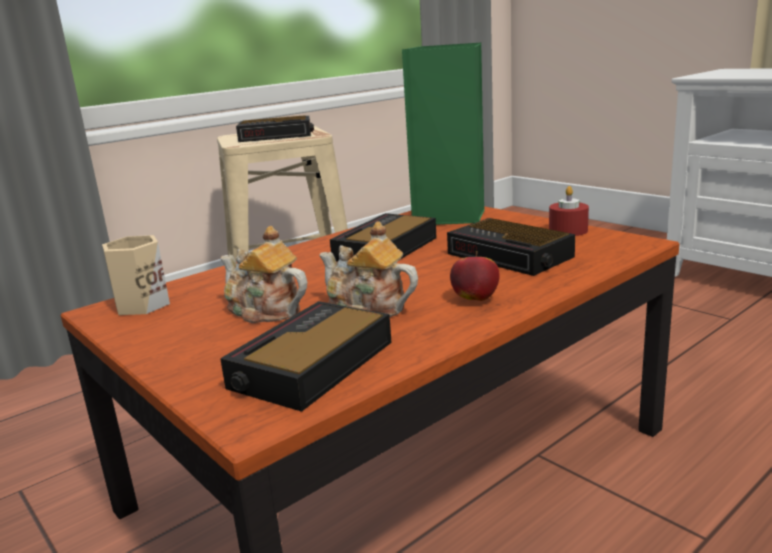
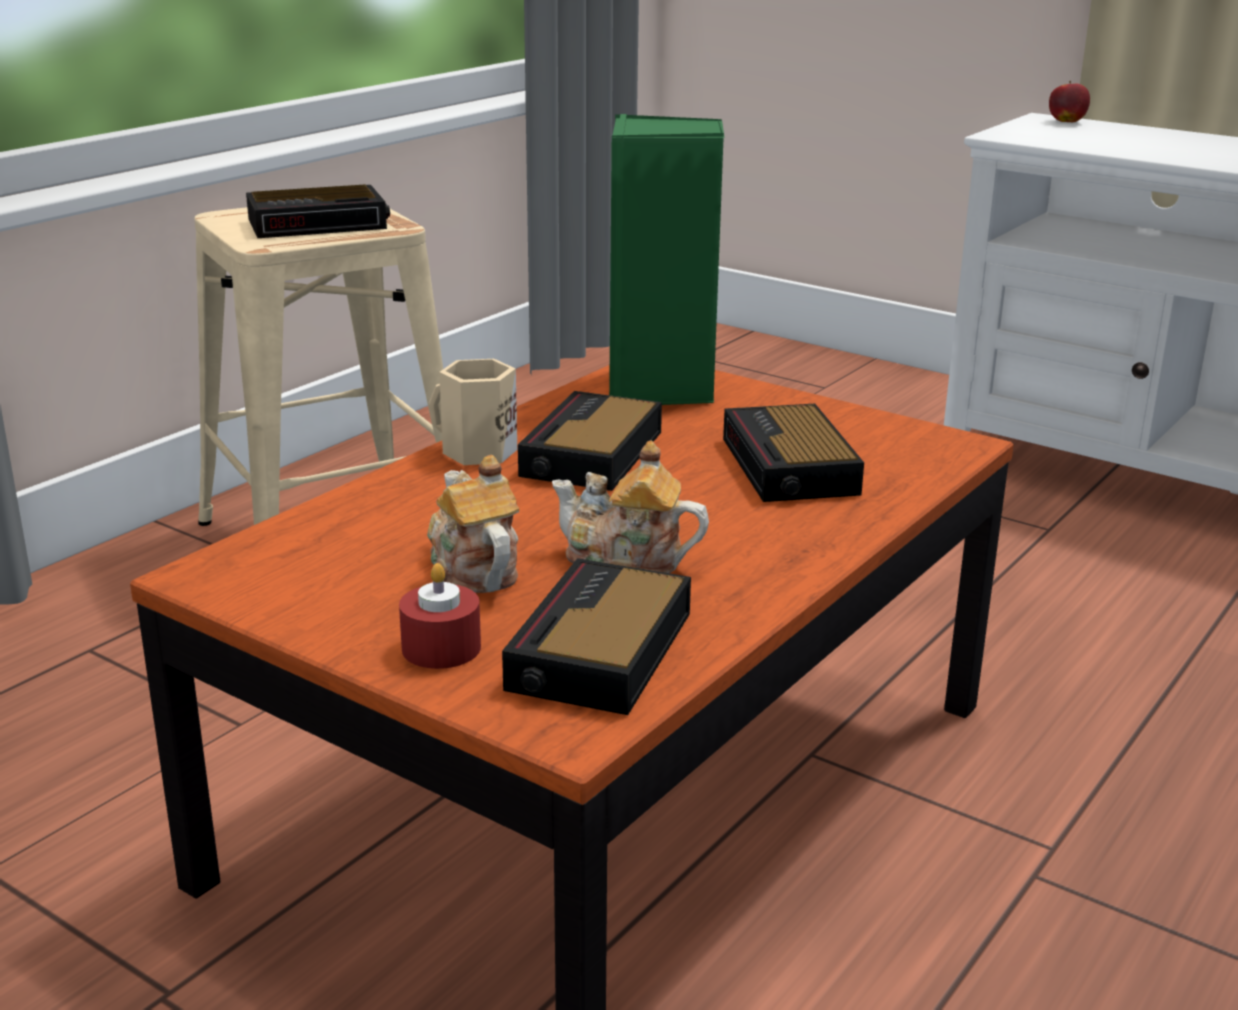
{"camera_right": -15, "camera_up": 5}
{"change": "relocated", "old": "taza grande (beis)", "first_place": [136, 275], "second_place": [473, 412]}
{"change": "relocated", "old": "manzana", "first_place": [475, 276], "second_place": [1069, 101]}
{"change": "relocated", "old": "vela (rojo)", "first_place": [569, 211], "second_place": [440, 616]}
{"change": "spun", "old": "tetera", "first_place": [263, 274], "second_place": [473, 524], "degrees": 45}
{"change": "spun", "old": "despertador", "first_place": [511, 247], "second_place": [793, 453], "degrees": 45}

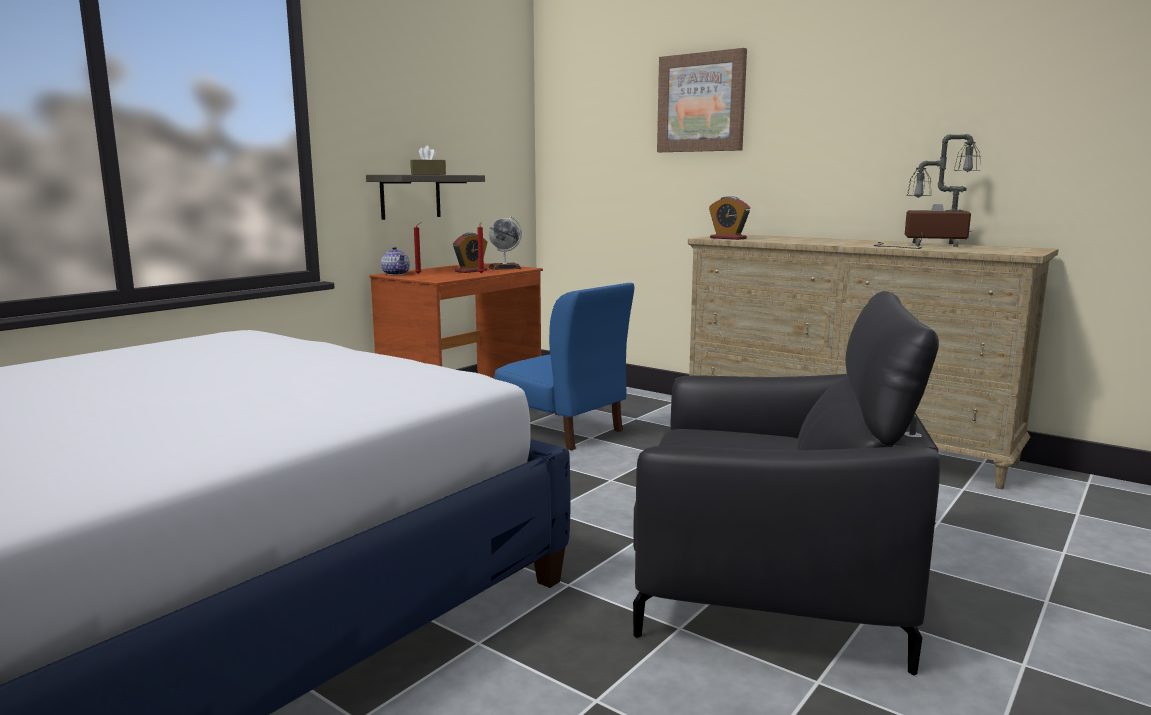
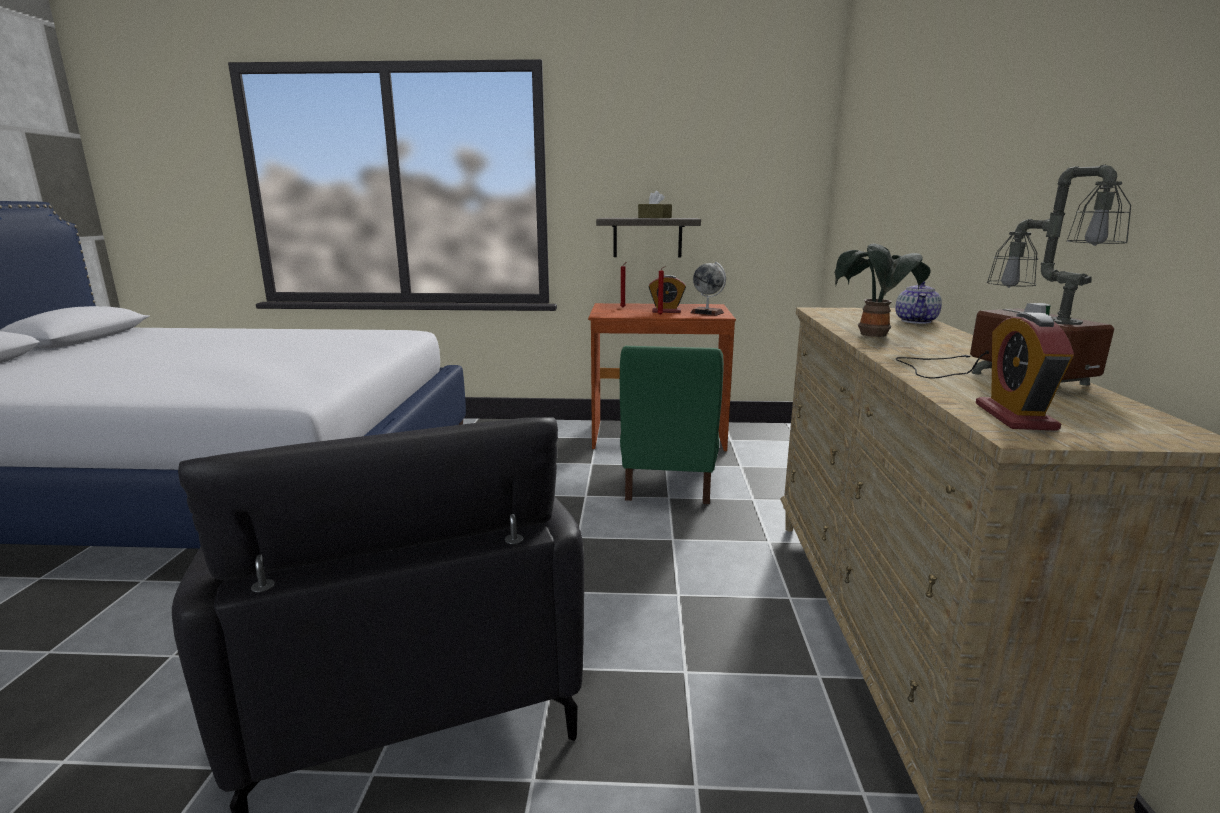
{"camera_right": 55, "camera_up": 5}
{"change": "missing", "old": "cuadro", "first_place": [702, 100]}
{"change": "appeared", "new": "planta en maceta", "second_place": [883, 290]}
{"change": "relocated", "old": "tetera", "first_place": [395, 261], "second_place": [918, 302]}
{"change": "relocated", "old": "despertador", "first_place": [729, 218], "second_place": [1025, 371]}
{"change": "colour", "old": "silla (azul)", "new": "silla (verde)", "first_place": [564, 367], "second_place": [672, 425]}

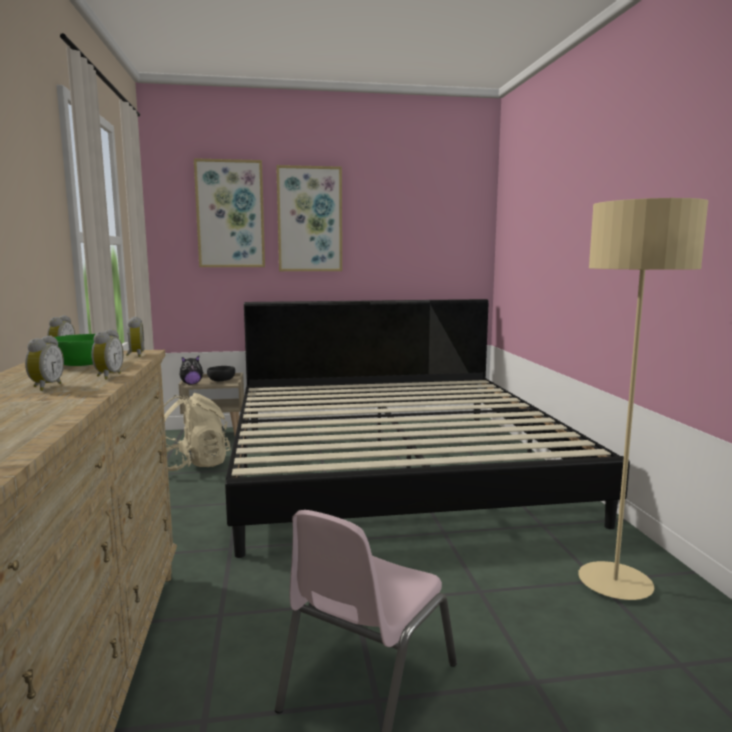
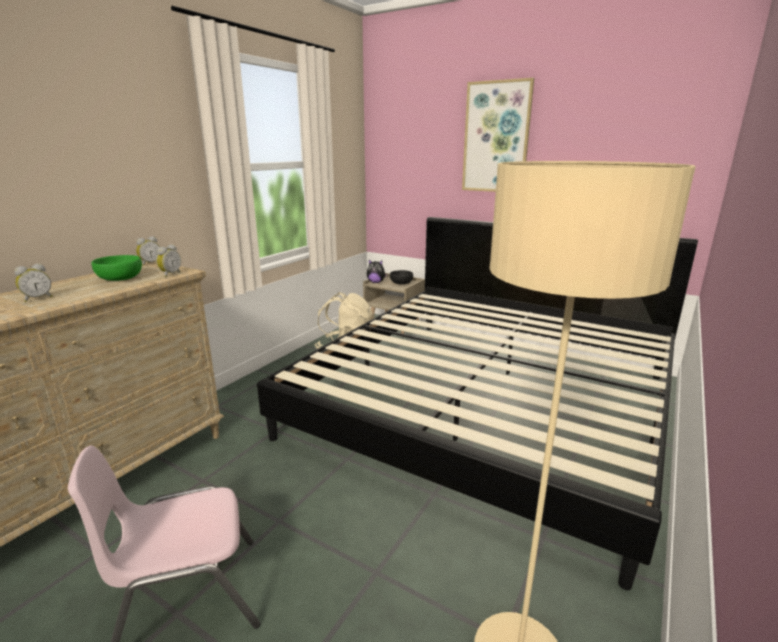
{"camera_right": 40, "camera_up": 10}
{"change": "missing", "old": "despertador", "first_place": [107, 354]}
{"change": "missing", "old": "cuadro", "first_place": [229, 212]}

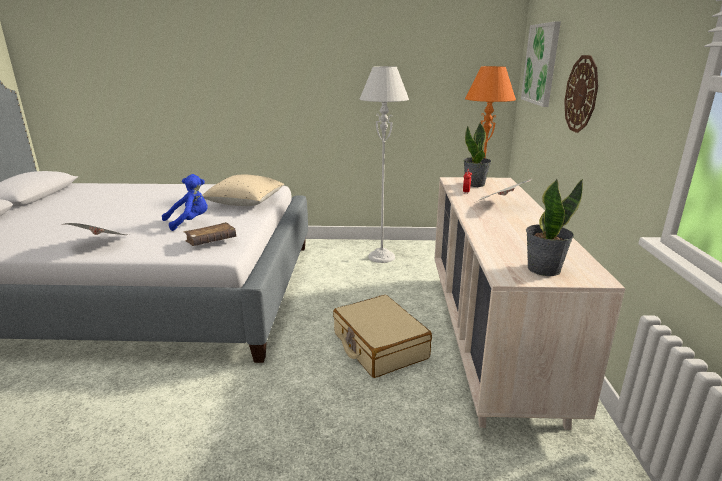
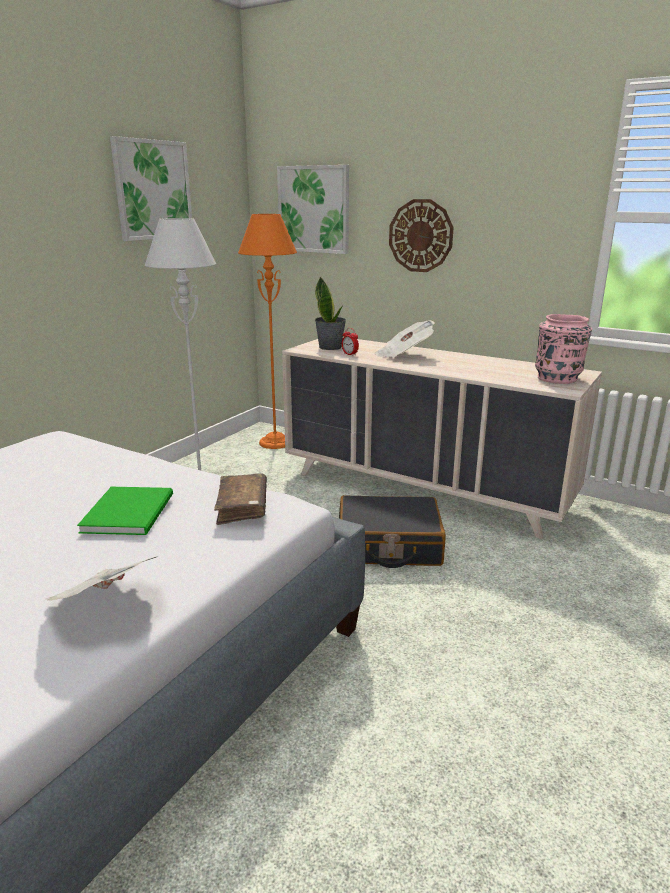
{"camera_right": -60, "camera_up": 0}
{"change": "missing", "old": "cojín (beis)", "first_place": [243, 190]}
{"change": "appeared", "new": "cuadro", "second_place": [151, 188]}
{"change": "exchanged", "old": "peluche (azul)", "new": "libro (verde)", "first_place": [185, 202], "second_place": [125, 511]}
{"change": "exchanged", "old": "planta en maceta", "new": "florero (rosa)", "first_place": [554, 227], "second_place": [563, 349]}
{"change": "colour", "old": "maleta (beis)", "new": "maleta (negro)", "first_place": [382, 336], "second_place": [392, 531]}

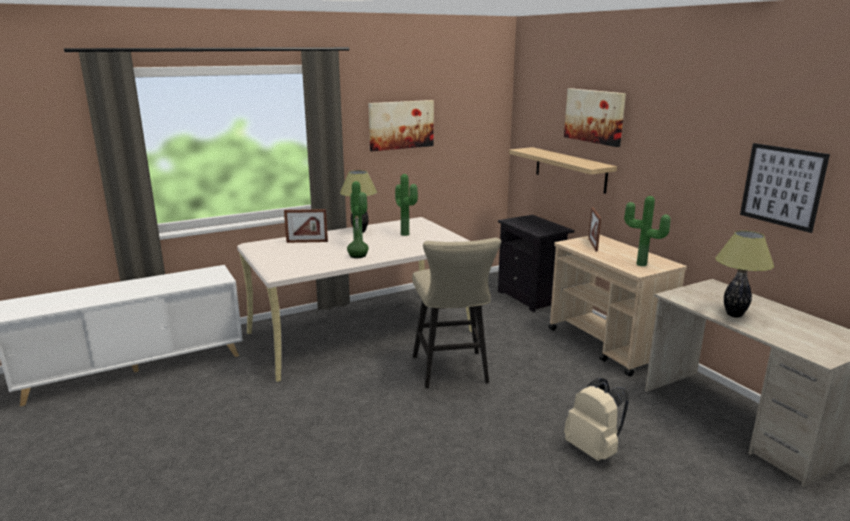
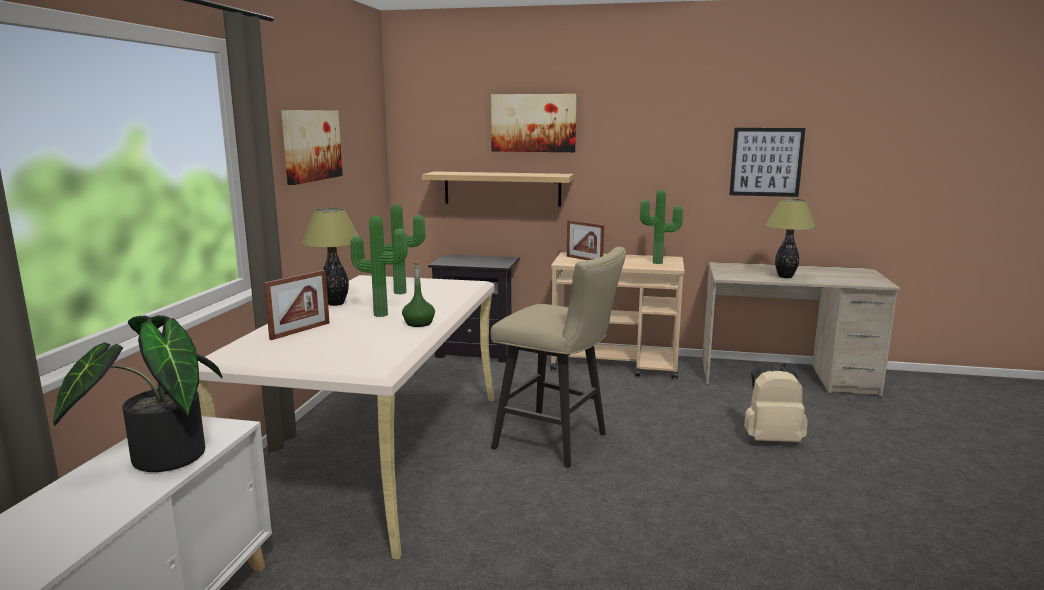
{"camera_right": -50, "camera_up": -5}
{"change": "appeared", "new": "planta en maceta", "second_place": [138, 393]}

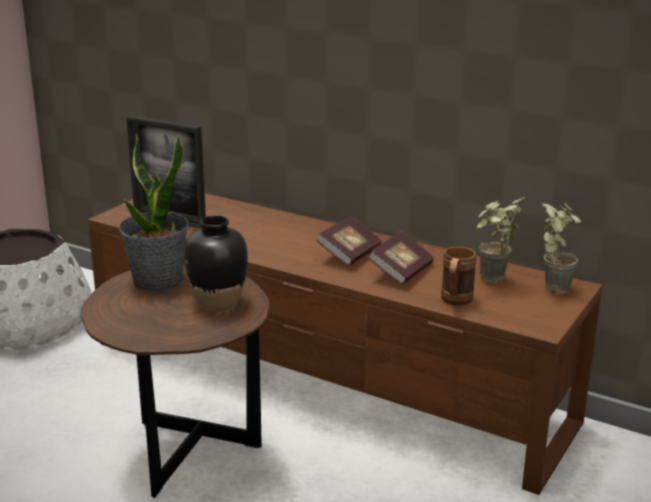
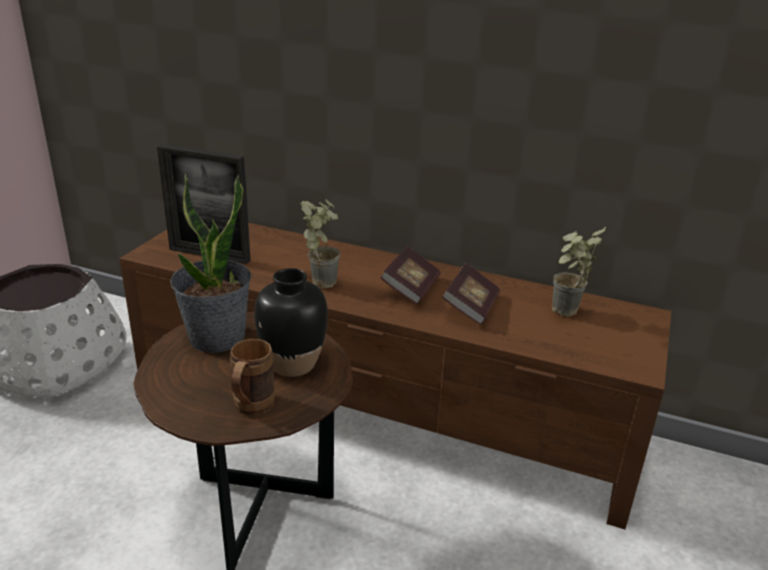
{"camera_right": -10, "camera_up": 5}
{"change": "relocated", "old": "taza grande (marrón)", "first_place": [458, 276], "second_place": [252, 377]}
{"change": "relocated", "old": "planta en maceta", "first_place": [561, 249], "second_place": [320, 243]}

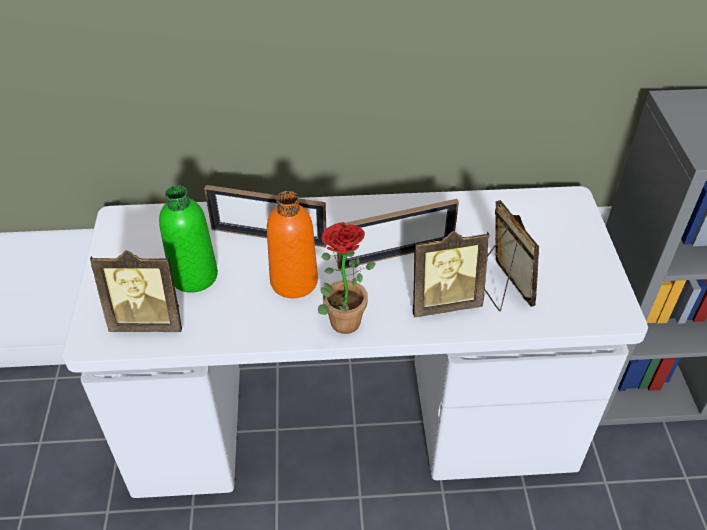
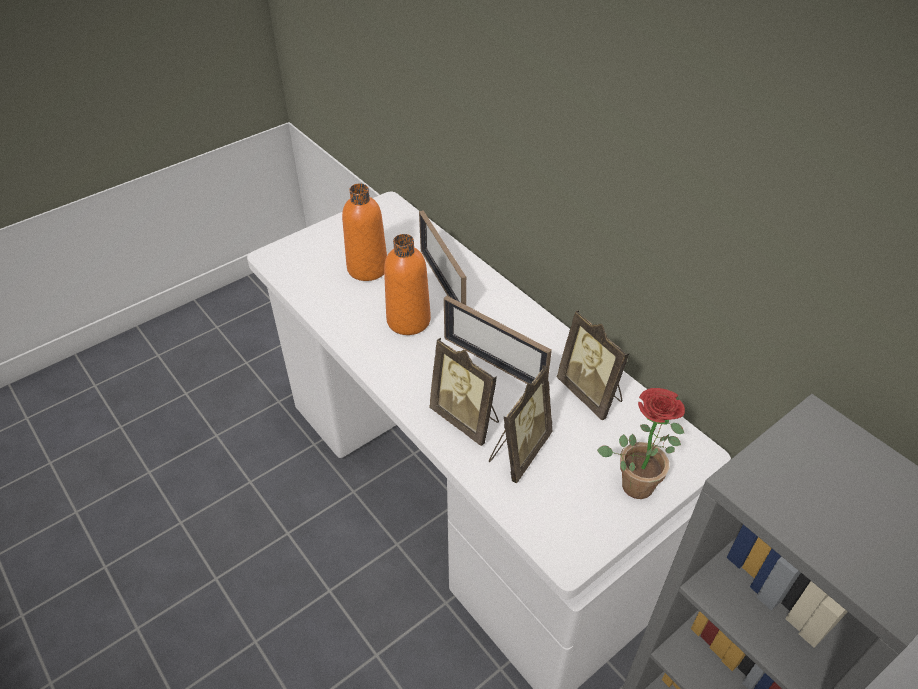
{"camera_right": 55, "camera_up": 0}
{"change": "relocated", "old": "portarretratos", "first_place": [136, 291], "second_place": [593, 365]}
{"change": "relocated", "old": "planta en maceta", "first_place": [347, 278], "second_place": [641, 443]}
{"change": "colour", "old": "botella (verde)", "new": "botella (naranja)", "first_place": [188, 239], "second_place": [364, 232]}

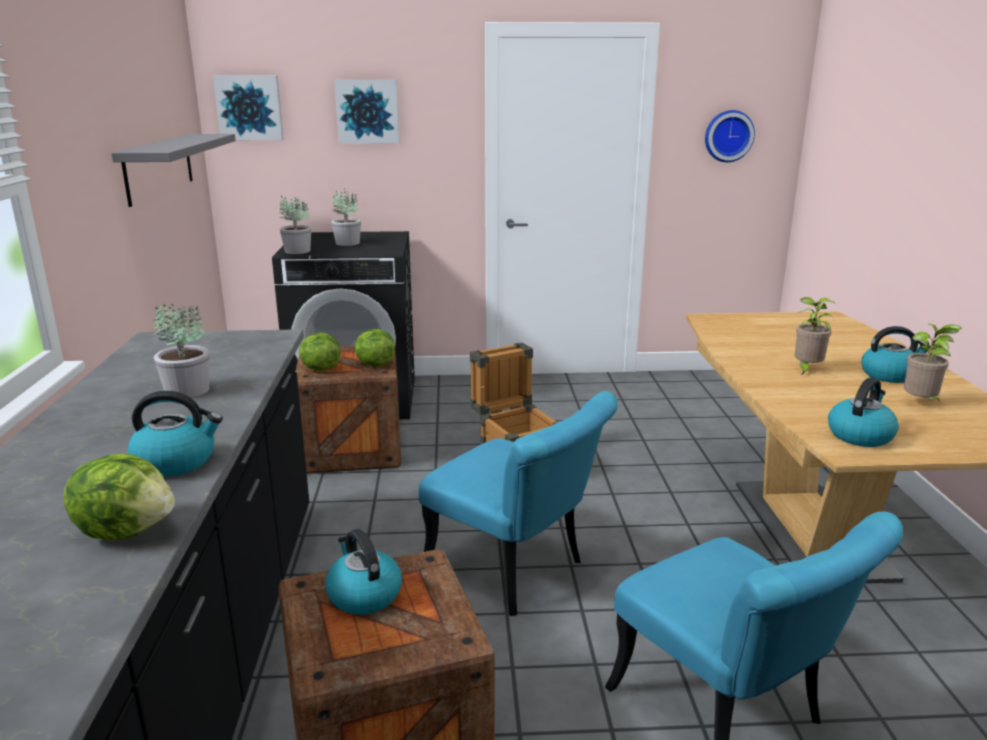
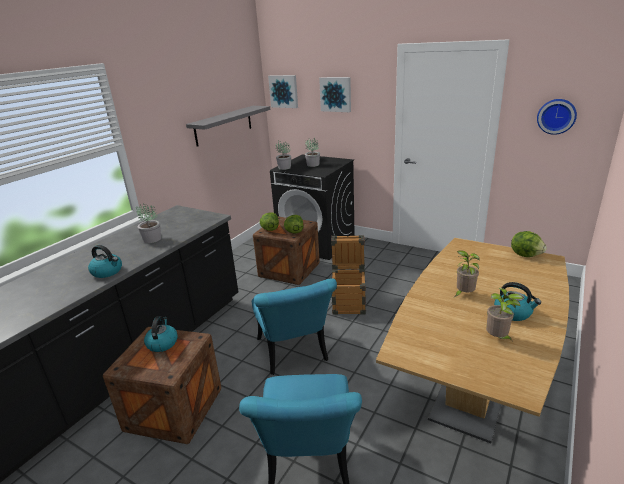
{"camera_right": 35, "camera_up": 5}
{"change": "missing", "old": "hervidor", "first_place": [863, 412]}
{"change": "relocated", "old": "lechuga", "first_place": [119, 497], "second_place": [529, 244]}

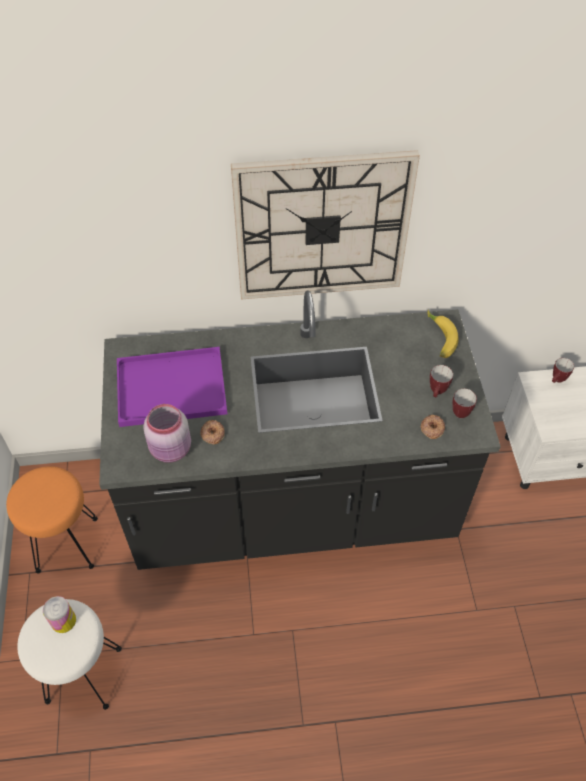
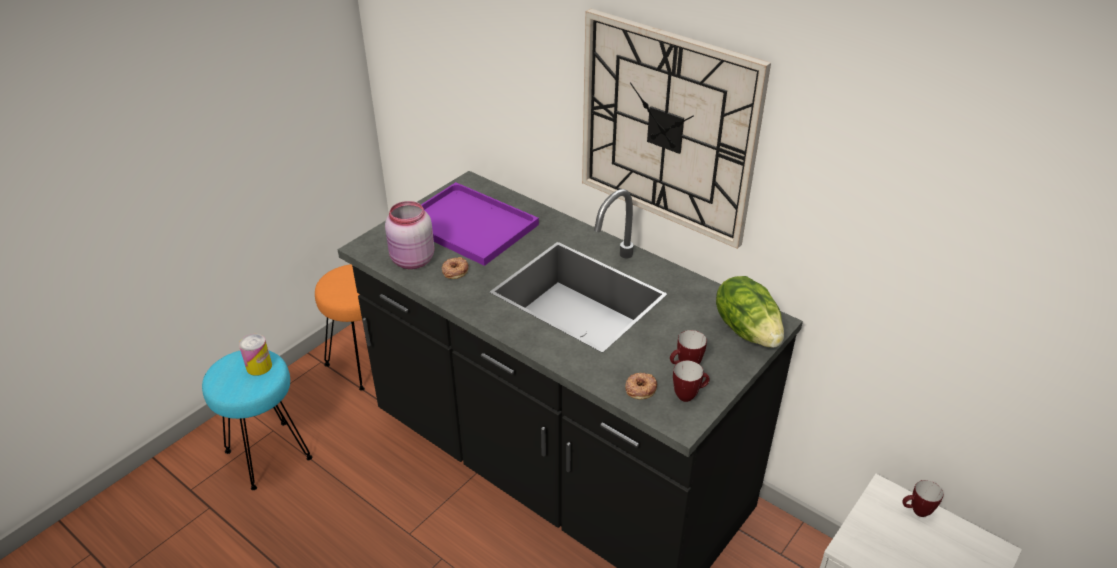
{"camera_right": 45, "camera_up": -15}
{"change": "exchanged", "old": "plátano", "new": "lechuga", "first_place": [443, 334], "second_place": [750, 312]}
{"change": "colour", "old": "taburete (blanco)", "new": "taburete (turquesa)", "first_place": [69, 654], "second_place": [257, 420]}

